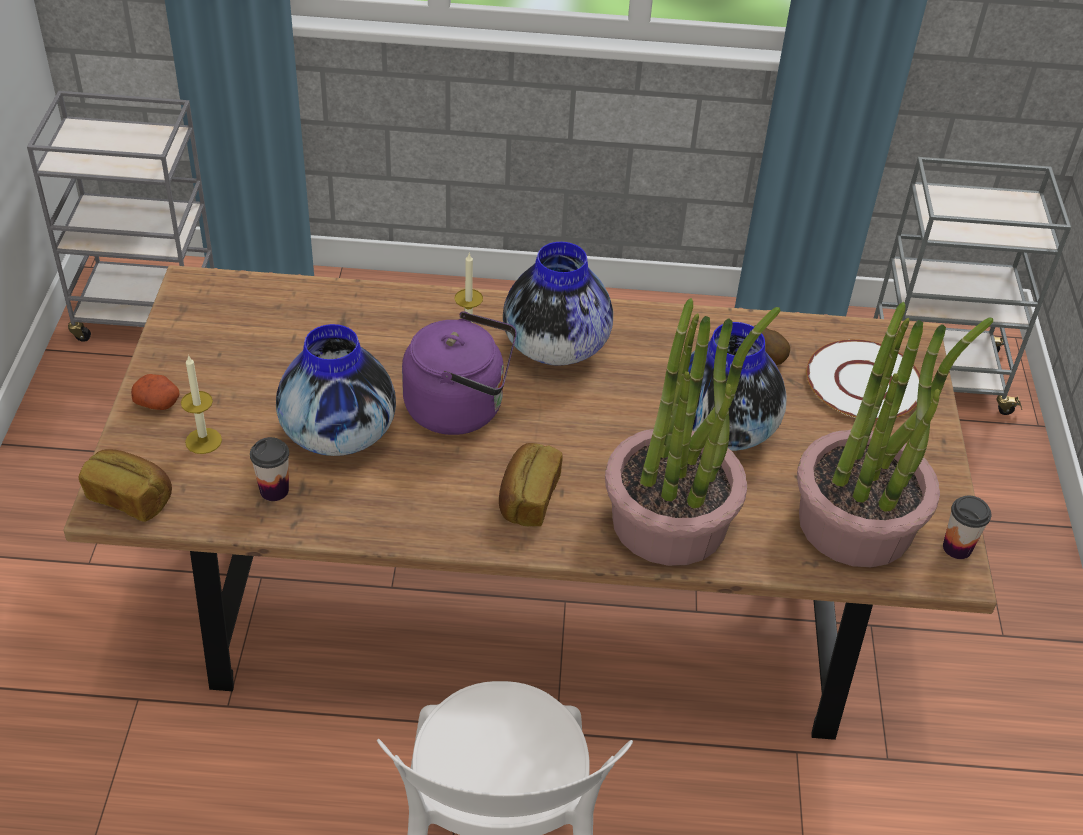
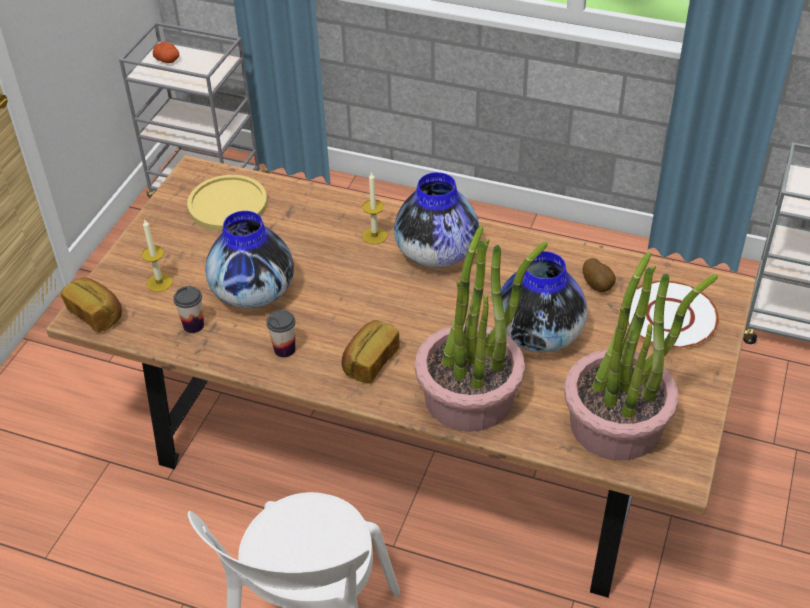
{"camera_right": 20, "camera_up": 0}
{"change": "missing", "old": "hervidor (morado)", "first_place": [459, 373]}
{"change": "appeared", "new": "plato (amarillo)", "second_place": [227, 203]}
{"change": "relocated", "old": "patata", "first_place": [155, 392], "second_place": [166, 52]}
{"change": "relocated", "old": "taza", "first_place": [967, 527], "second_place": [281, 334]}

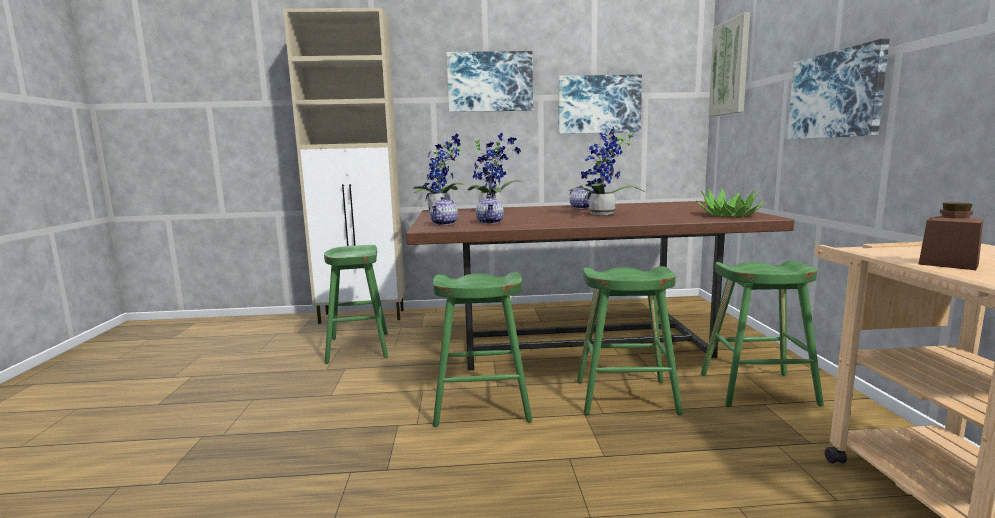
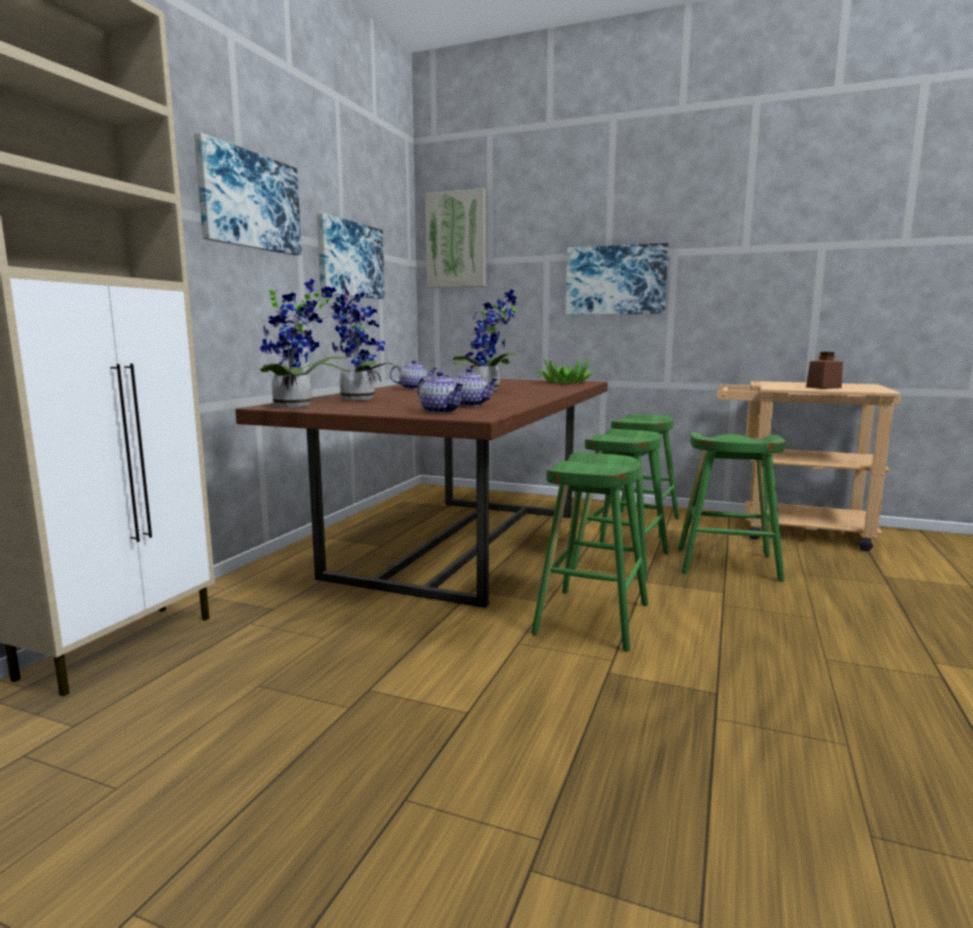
{"camera_right": -65, "camera_up": 0}
{"change": "relocated", "old": "taburete (verde)", "first_place": [356, 304], "second_place": [731, 507]}

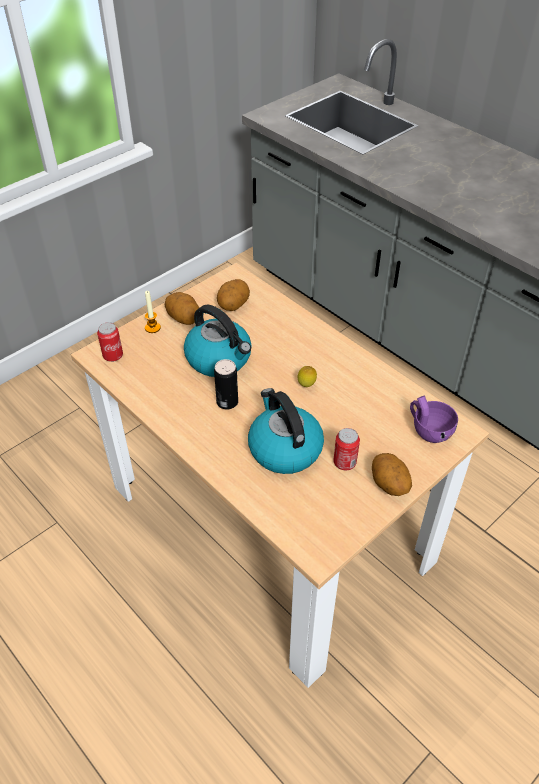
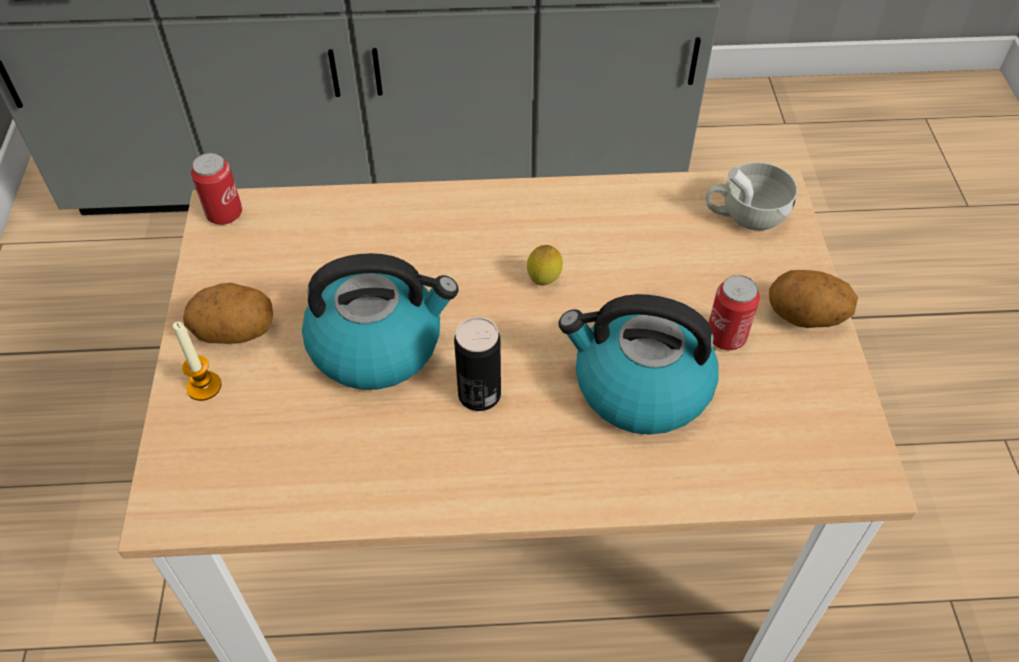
{"camera_right": -50, "camera_up": 5}
{"change": "missing", "old": "patata", "first_place": [233, 295]}
{"change": "relocated", "old": "lata", "first_place": [110, 342], "second_place": [216, 189]}
{"change": "colour", "old": "taza (morado)", "new": "taza (blanco)", "first_place": [434, 419], "second_place": [752, 196]}

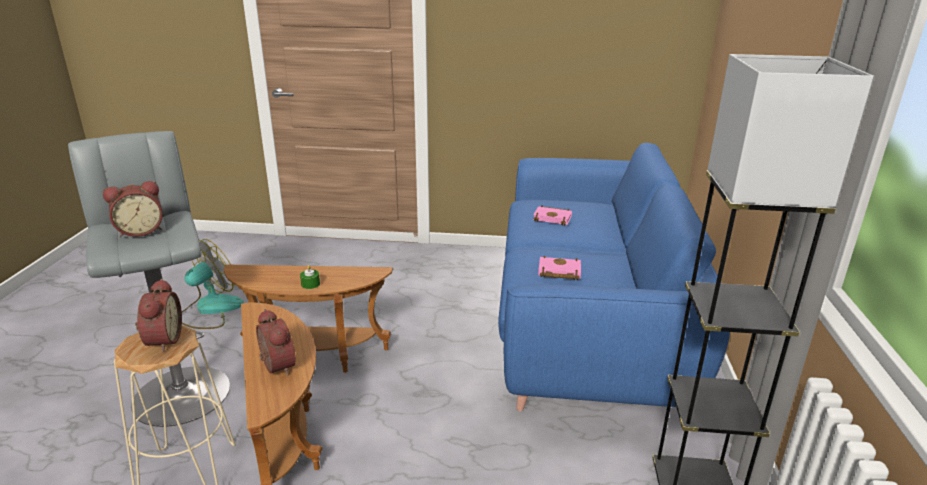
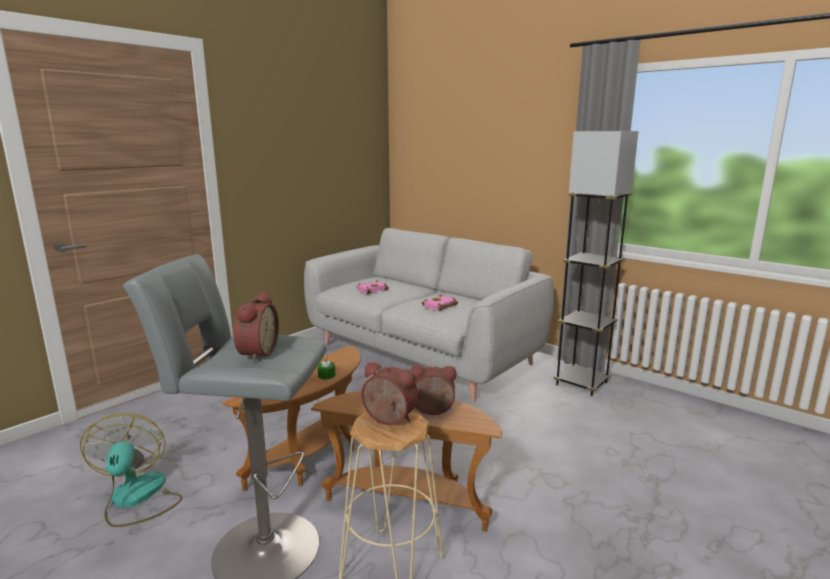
{"camera_right": -55, "camera_up": -10}
{"change": "colour", "old": "sofá (azul)", "new": "sofá (gris)", "first_place": [614, 277], "second_place": [429, 315]}

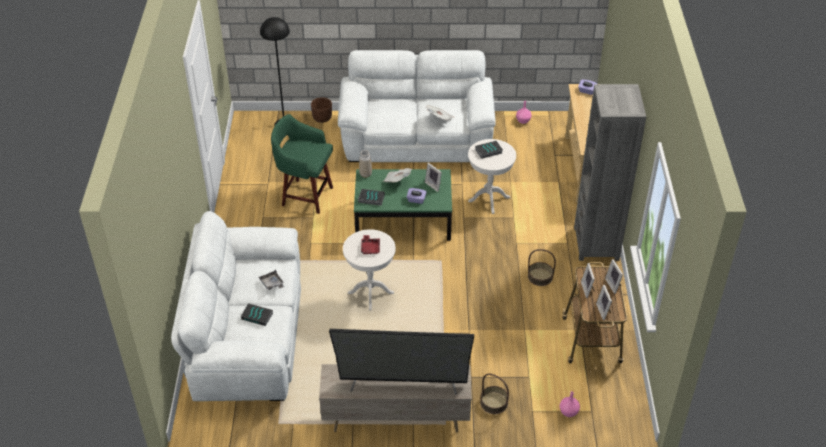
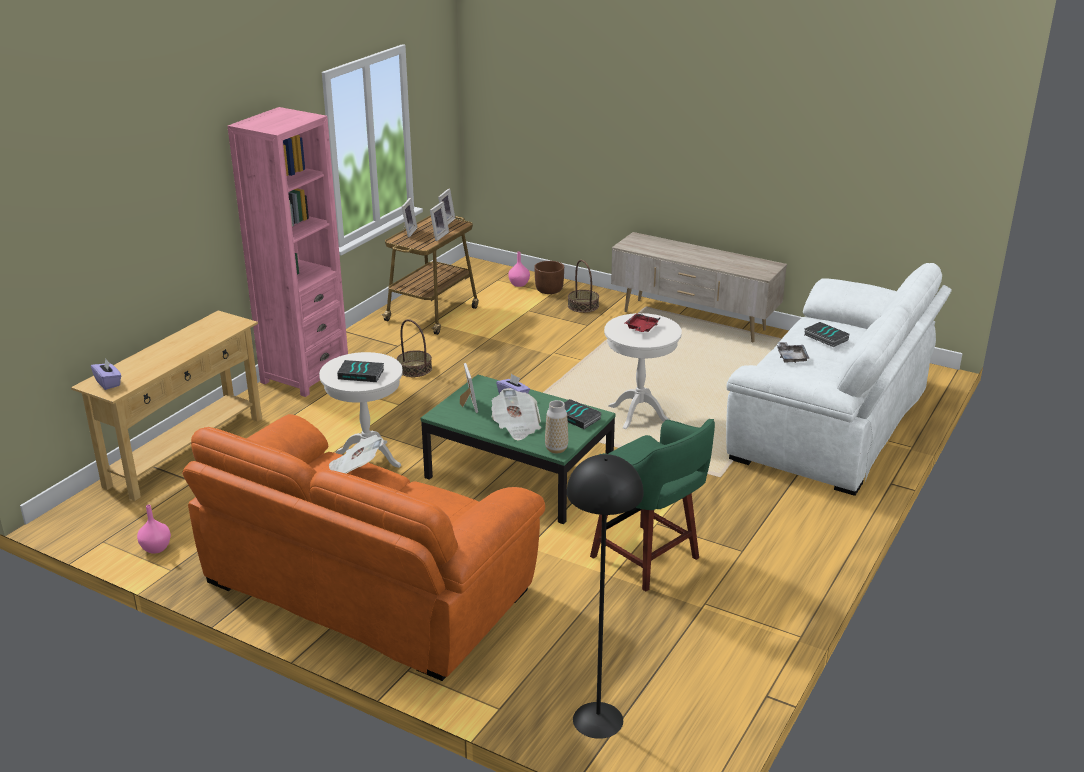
{"camera_right": -150, "camera_up": -15}
{"change": "missing", "old": "televisor", "first_place": [401, 361]}
{"change": "relocated", "old": "maceta (marrón)", "first_place": [321, 110], "second_place": [549, 277]}
{"change": "colour", "old": "sofá (blanco)", "new": "sofá (naranja)", "first_place": [417, 106], "second_place": [363, 547]}
{"change": "colour", "old": "estantería (gris)", "new": "estantería (rosa)", "first_place": [610, 172], "second_place": [288, 252]}

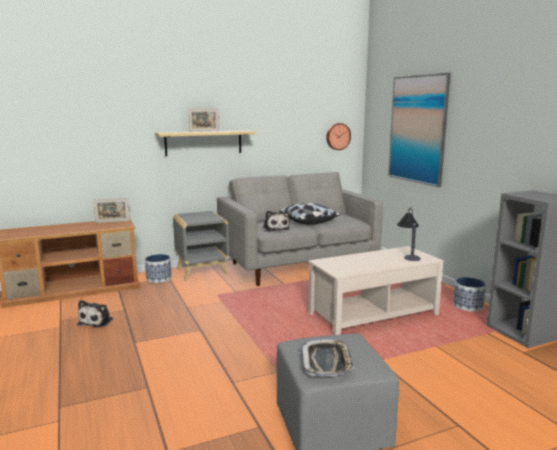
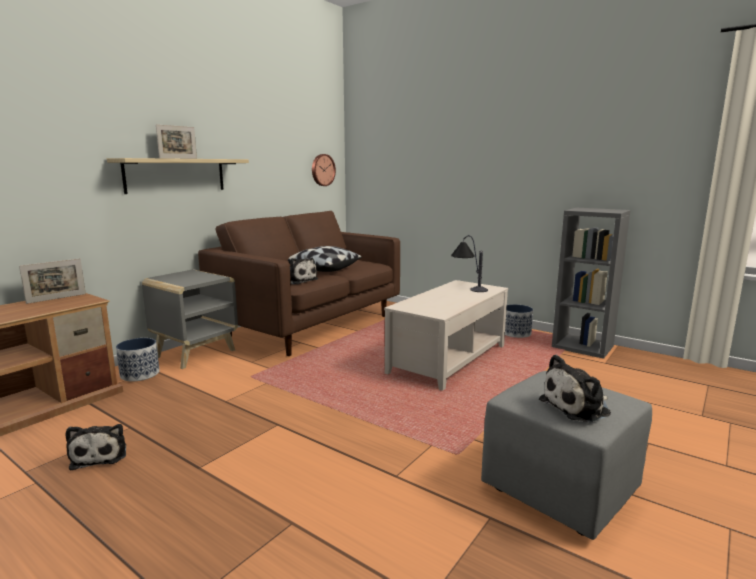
{"camera_right": -30, "camera_up": 0}
{"change": "missing", "old": "cuadro", "first_place": [419, 130]}
{"change": "exchanged", "old": "bandeja", "new": "peluche", "first_place": [327, 357], "second_place": [575, 388]}
{"change": "colour", "old": "sofá (gris)", "new": "sofá (marrón)", "first_place": [300, 229], "second_place": [299, 283]}

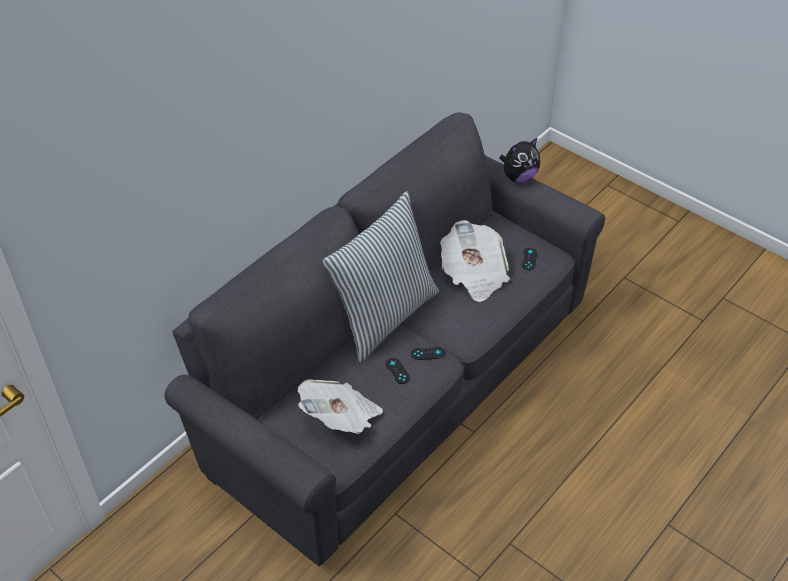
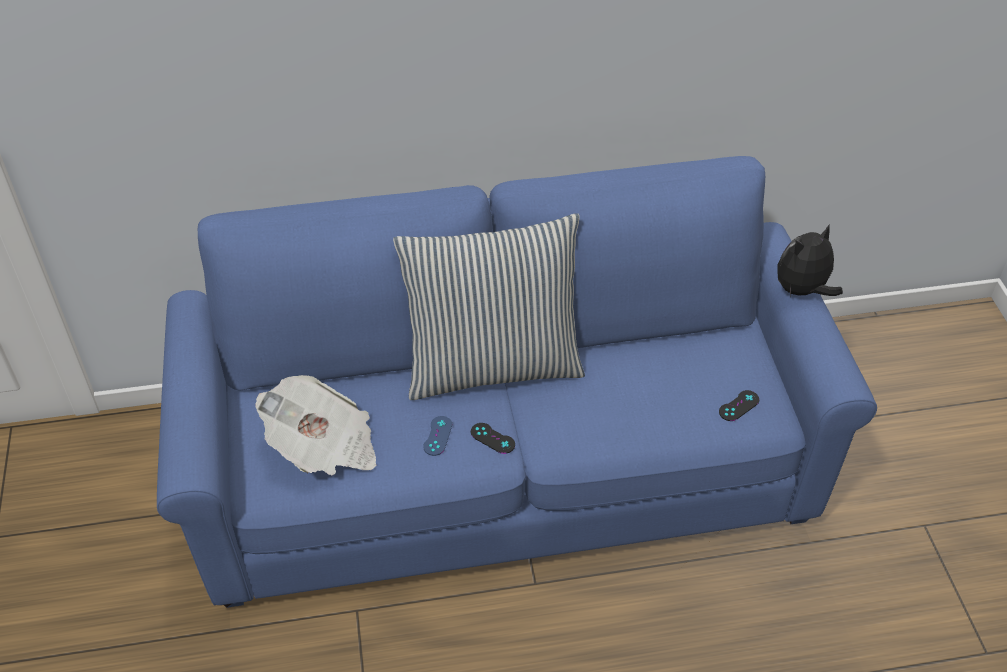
{"camera_right": 40, "camera_up": 0}
{"change": "missing", "old": "periódico", "first_place": [475, 261]}
{"change": "colour", "old": "sofá (gris)", "new": "sofá (azul)", "first_place": [385, 339], "second_place": [517, 382]}
{"change": "colour", "old": "mando de consola (negro)", "new": "mando de consola (azul)", "first_place": [398, 371], "second_place": [437, 436]}
{"change": "spun", "old": "peluche", "first_place": [519, 160], "second_place": [810, 261], "degrees": 135}

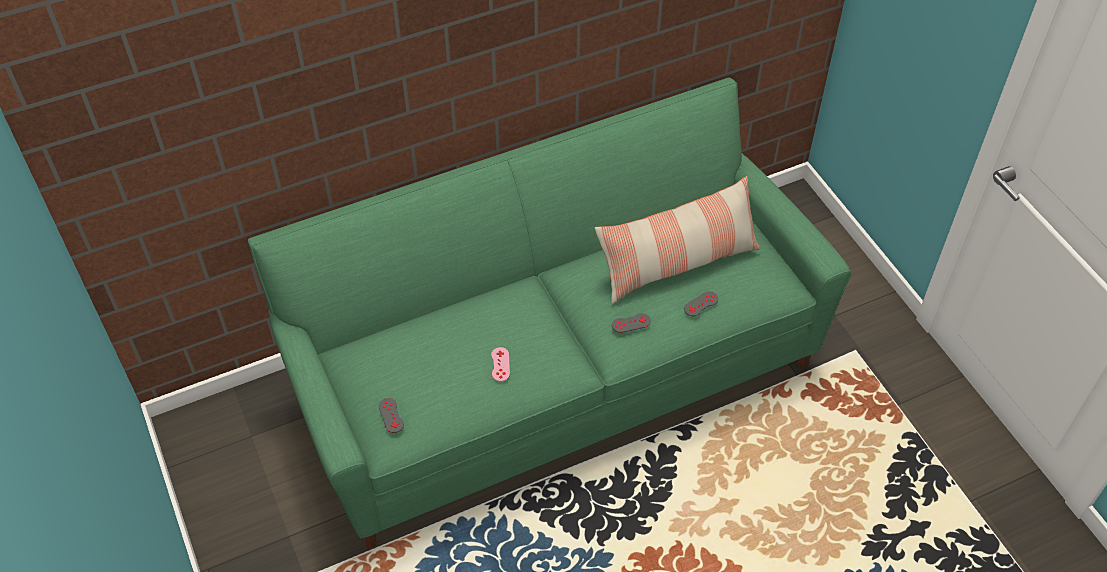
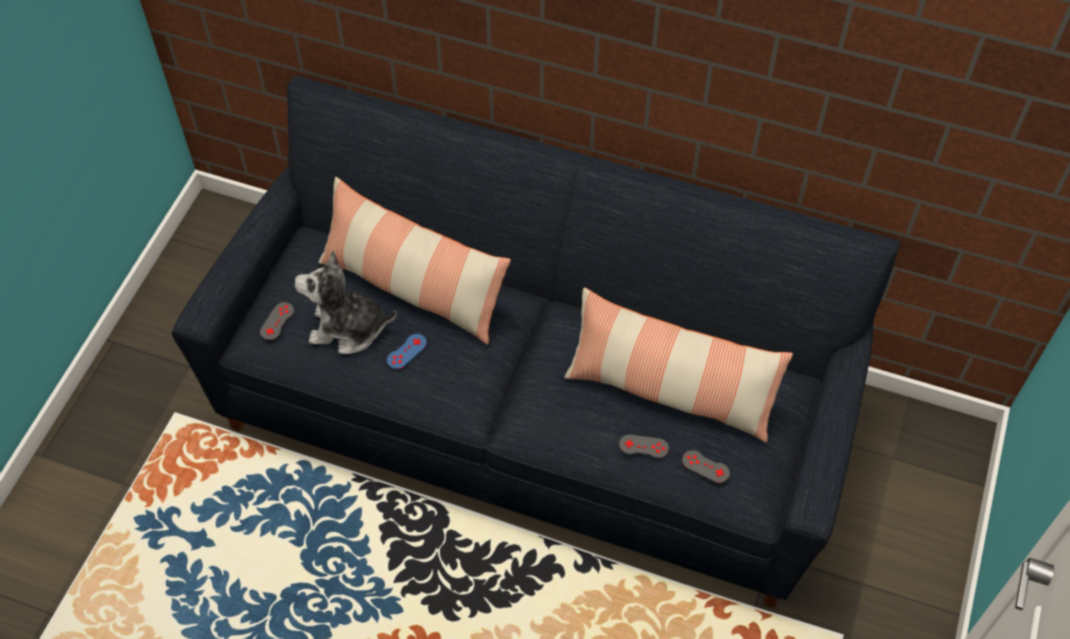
{"camera_right": 45, "camera_up": 5}
{"change": "appeared", "new": "peluche", "second_place": [346, 302]}
{"change": "appeared", "new": "cojín", "second_place": [414, 261]}
{"change": "relocated", "old": "mando de consola (gris)", "first_place": [631, 323], "second_place": [706, 466]}
{"change": "colour", "old": "sofá (verde)", "new": "sofá (negro)", "first_place": [549, 313], "second_place": [535, 342]}
{"change": "colour", "old": "mando de consola (rosa)", "new": "mando de consola (azul)", "first_place": [500, 364], "second_place": [407, 351]}

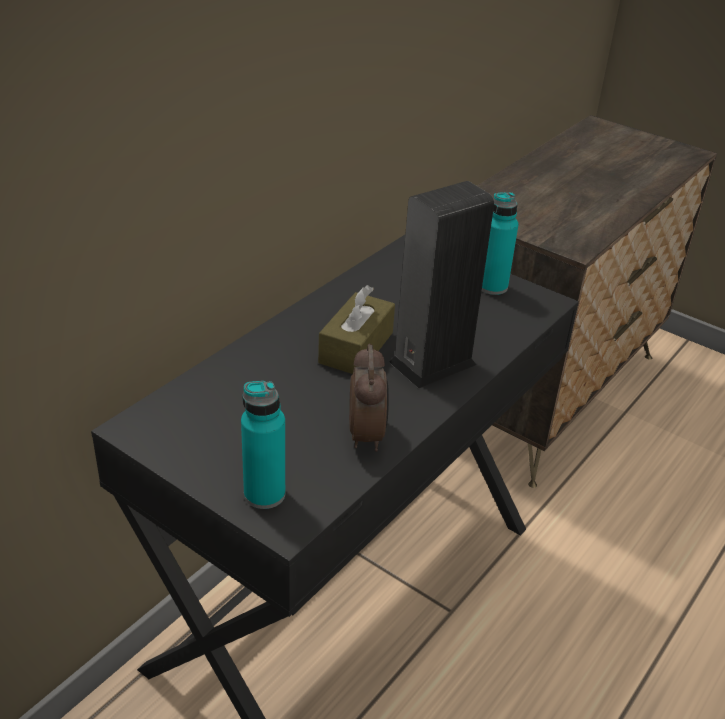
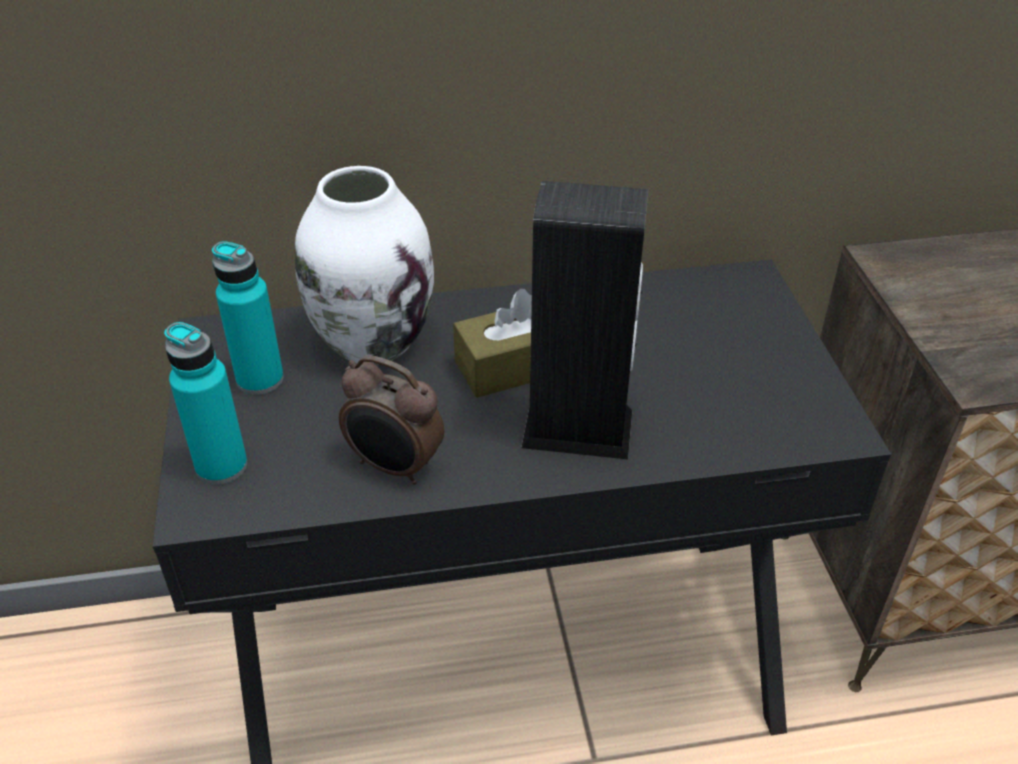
{"camera_right": 45, "camera_up": 5}
{"change": "appeared", "new": "florero (blanco)", "second_place": [364, 265]}
{"change": "relocated", "old": "botella (turquesa)", "first_place": [500, 243], "second_place": [248, 318]}
{"change": "spun", "old": "despertador", "first_place": [369, 398], "second_place": [391, 420], "degrees": 75}

